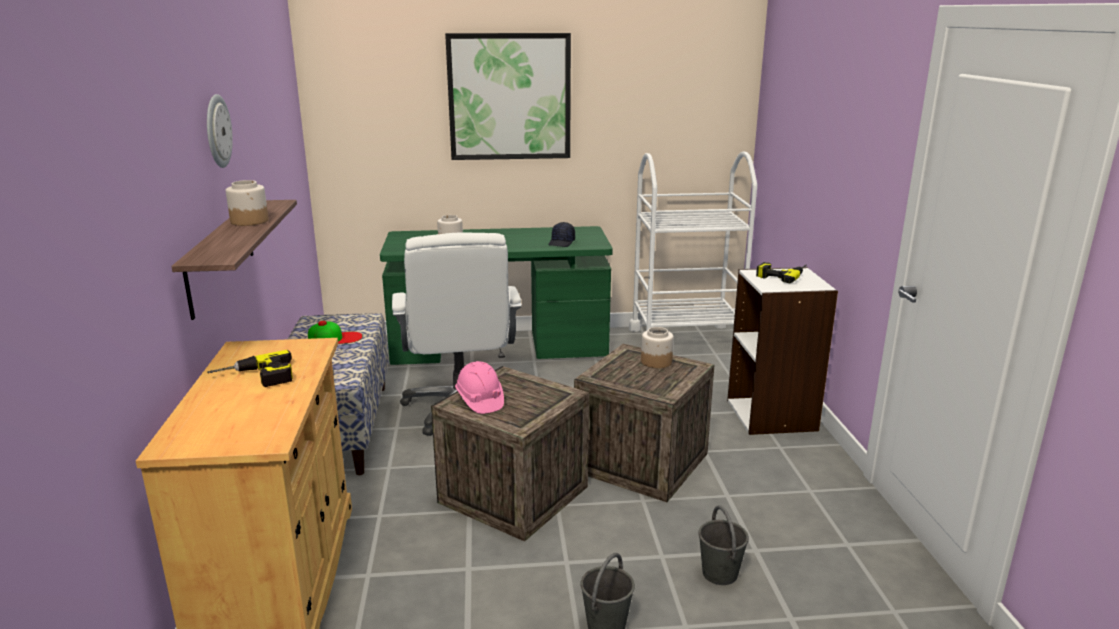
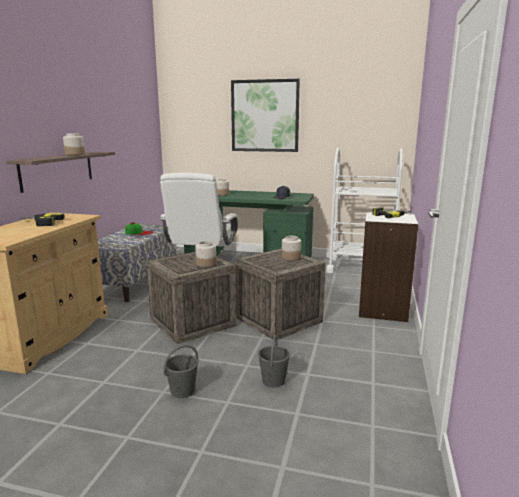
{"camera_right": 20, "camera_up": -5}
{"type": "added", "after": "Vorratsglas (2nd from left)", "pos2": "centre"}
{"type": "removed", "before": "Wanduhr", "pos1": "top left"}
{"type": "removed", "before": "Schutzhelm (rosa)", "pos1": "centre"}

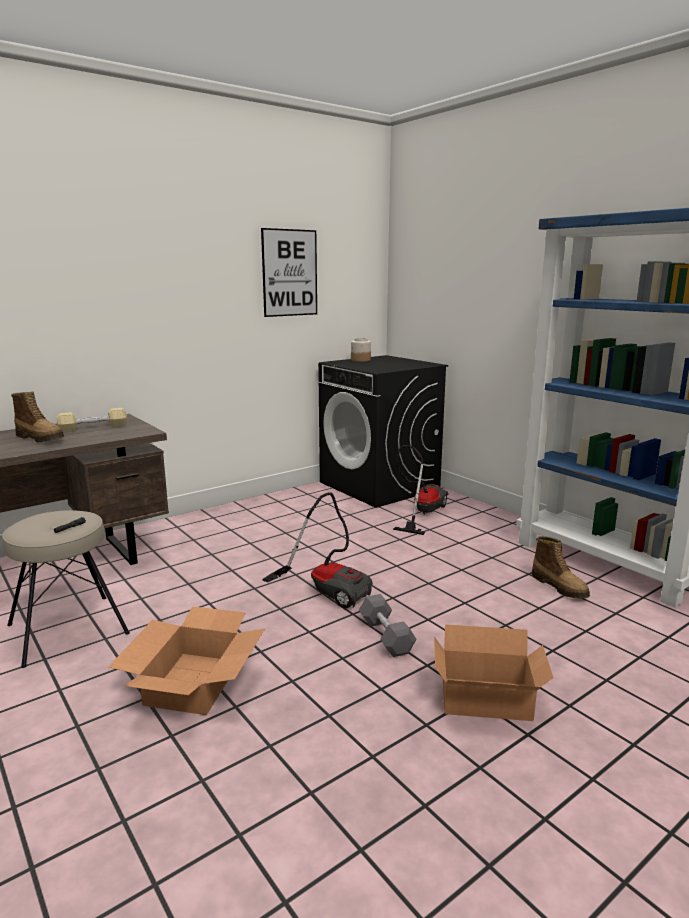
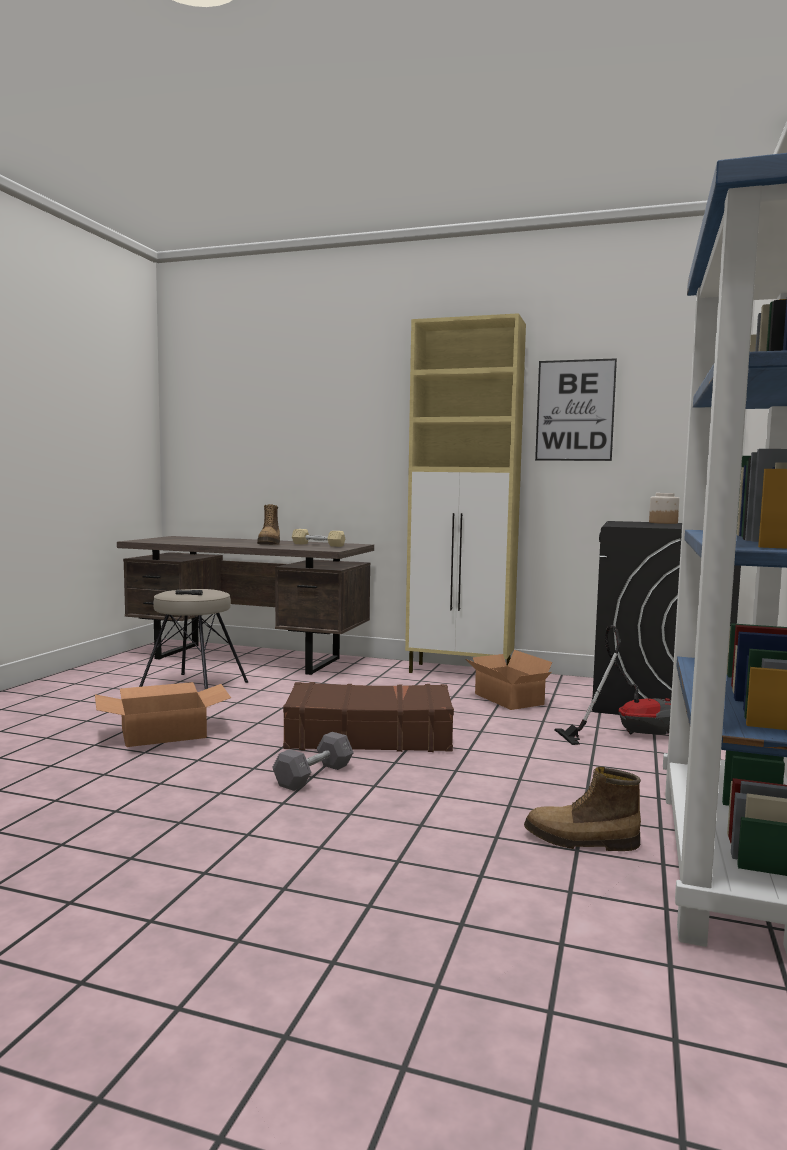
{"camera_right": 55, "camera_up": -10}
{"type": "replaced", "before": "Staubsauger (1st from left)", "after": "Koffer (braun)", "pos1": "centre", "pos2": "centre"}
{"type": "added", "after": "Schrank (beige)", "pos2": "centre"}
{"type": "moved", "before": "Karton (2nd from left)", "pos1": "bottom right", "pos2": "centre"}
{"type": "turned", "before": "Stiefel (2nd from left)", "pos1": "middle right", "pos2": "bottom right", "turn": 75}

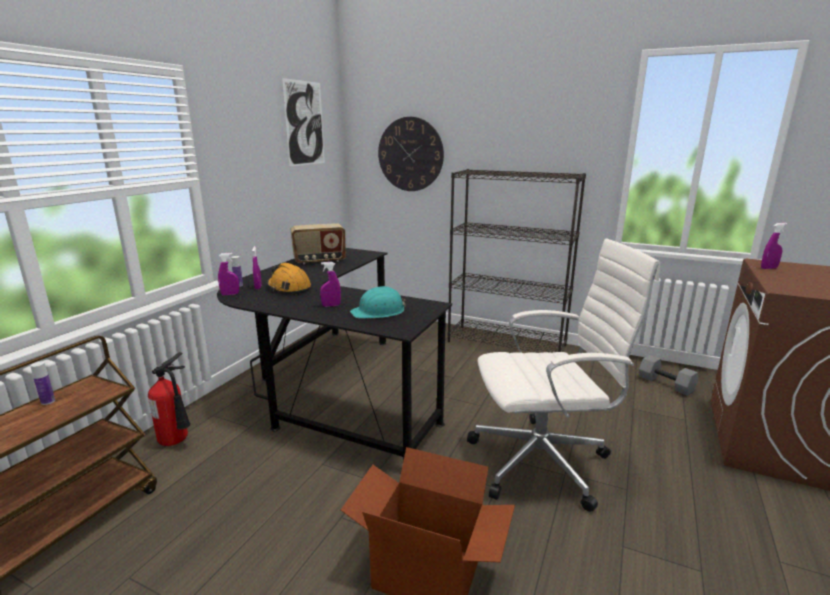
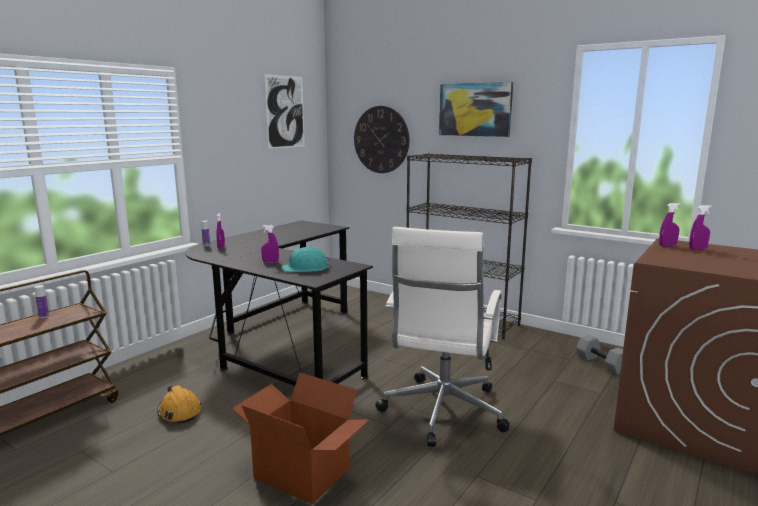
{"camera_right": 10, "camera_up": -5}
{"type": "moved", "before": "Schutzhelm (orange)", "pos1": "centre", "pos2": "bottom left"}
{"type": "turned", "before": "Bürostuhl (weiß)", "pos1": "middle right", "pos2": "centre", "turn": 105}
{"type": "added", "after": "Bild (2nd from left)", "pos2": "top centre"}
{"type": "moved", "before": "Sprühflasche (lila) (1st from left in the first image)", "after": "Sprühflasche (lila) (4th from left)", "pos1": "middle left", "pos2": "middle right"}
{"type": "removed", "before": "Feuerlöscher", "pos1": "bottom left"}
{"type": "removed", "before": "Radio", "pos1": "centre"}

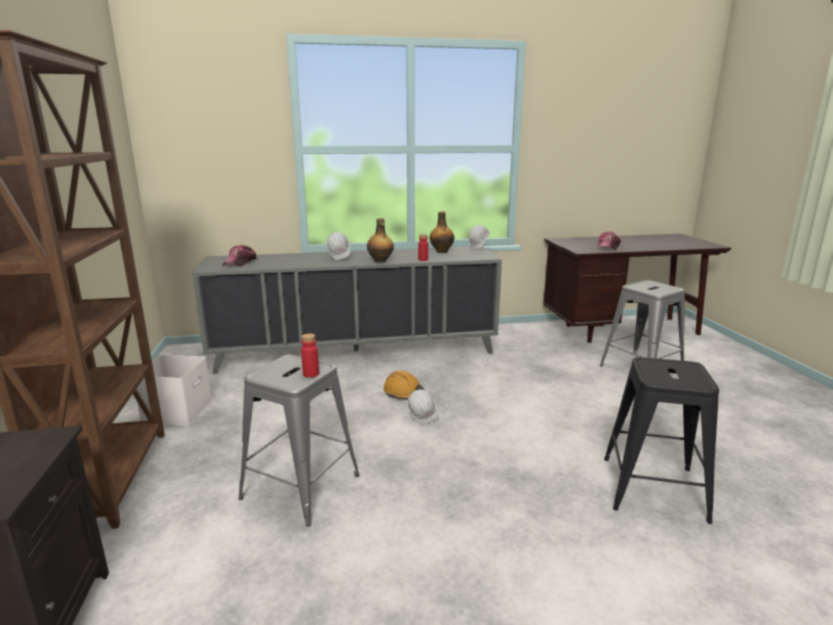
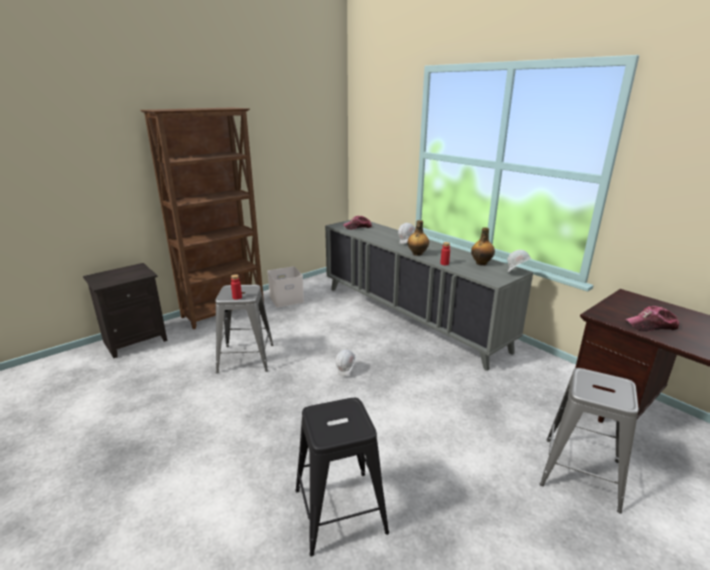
{"camera_right": 60, "camera_up": 5}
{"type": "removed", "before": "Schutzhelm (orange)", "pos1": "centre"}

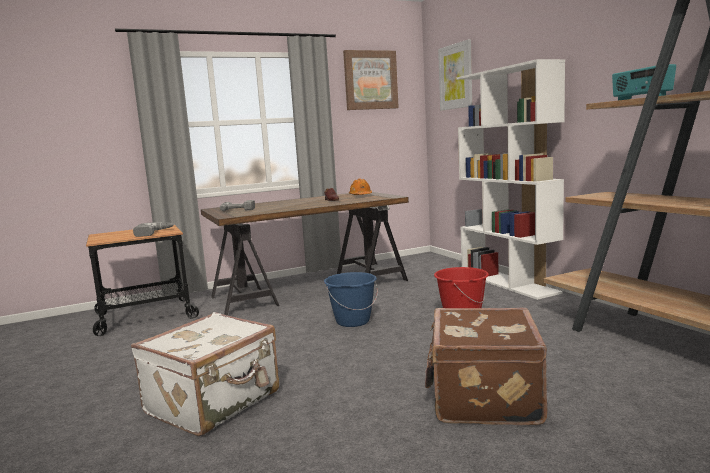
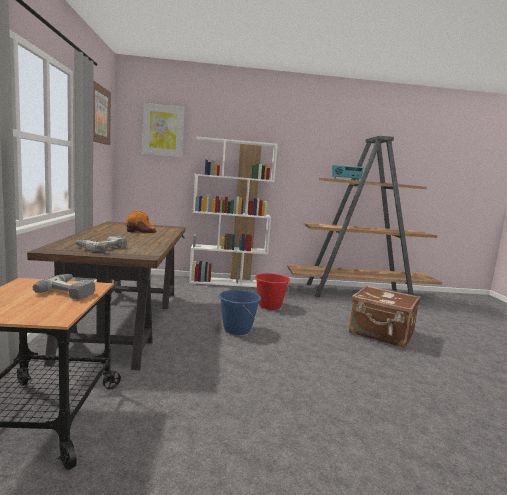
{"camera_right": -70, "camera_up": 0}
{"type": "removed", "before": "Koffer (weiß)", "pos1": "bottom left"}

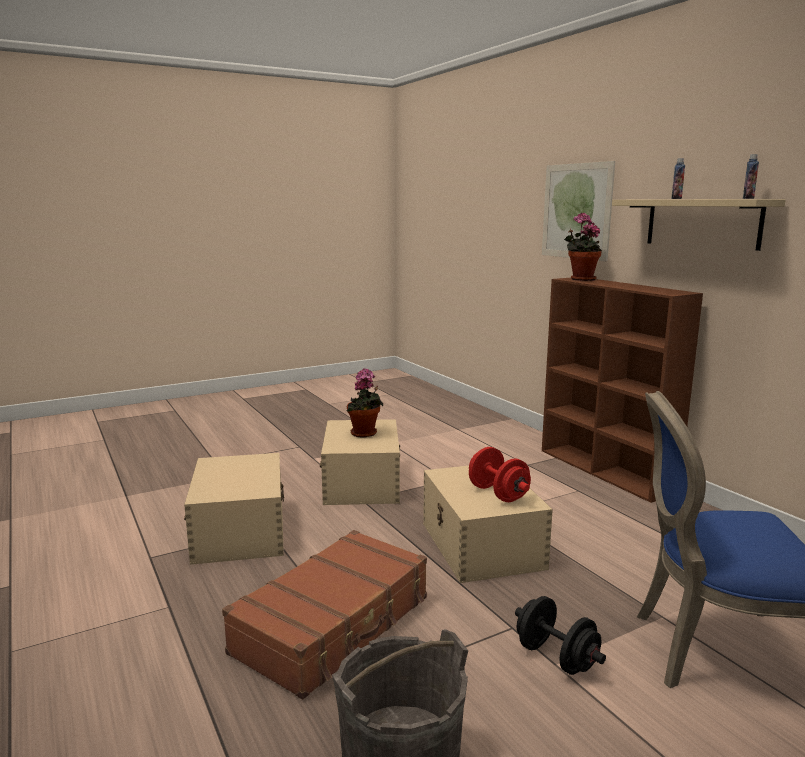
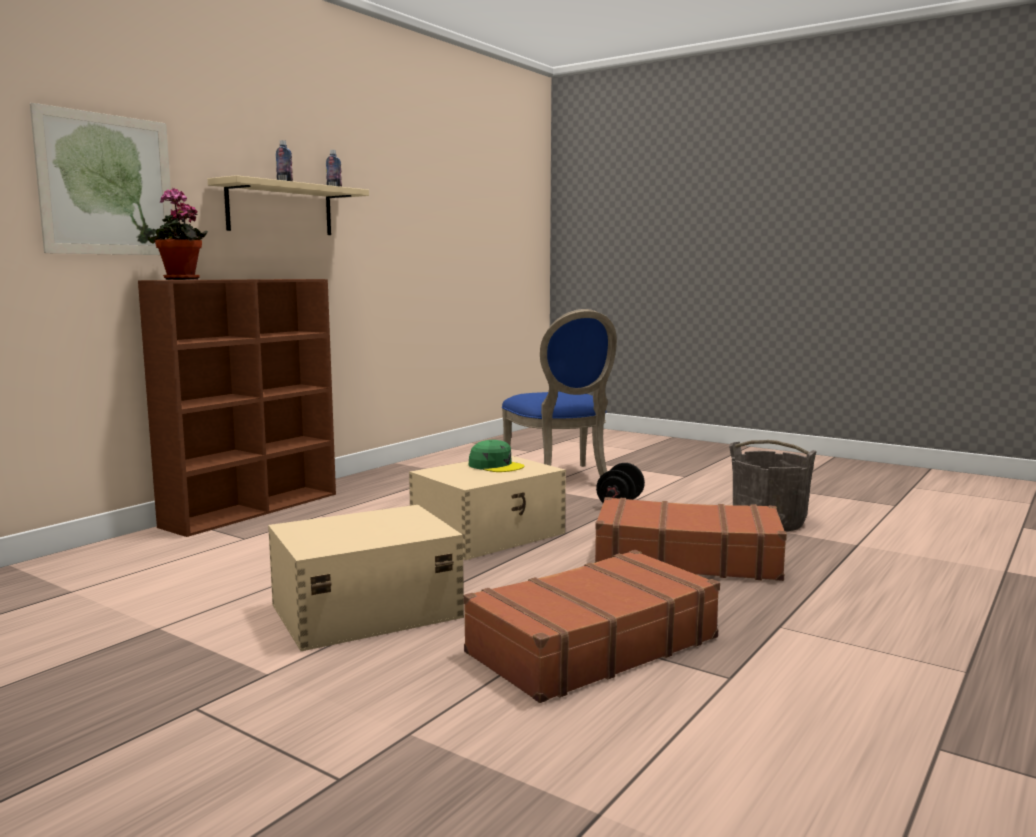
{"camera_right": -115, "camera_up": -5}
{"type": "replaced", "before": "Aufbewahrungsbox (beige) (1st from left)", "after": "Koffer (braun) (1st from left)", "pos1": "bottom left", "pos2": "bottom centre"}
{"type": "replaced", "before": "Hantel (rot)", "after": "Kappe (grün)", "pos1": "centre", "pos2": "centre"}
{"type": "removed", "before": "Topfpflanze (1st from left)", "pos1": "centre"}

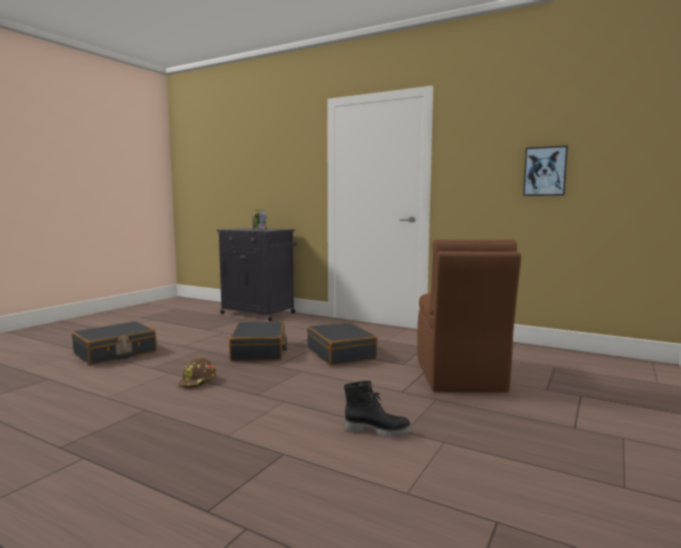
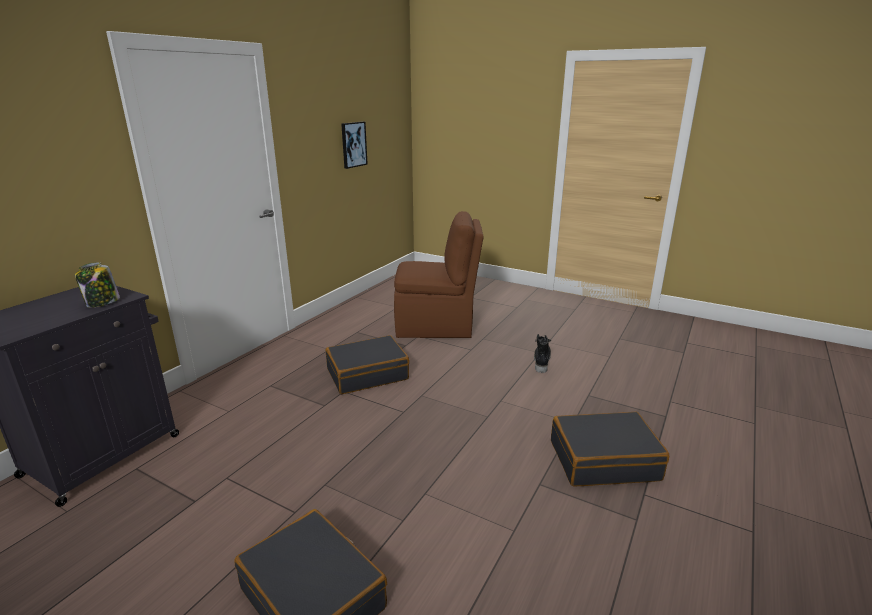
{"camera_right": -90, "camera_up": 15}
{"type": "moved", "before": "Koffer (schwarz) (2nd from left in the first image)", "after": "Koffer (schwarz) (3rd from left)", "pos1": "centre", "pos2": "bottom right"}
{"type": "removed", "before": "Schutzhelm (braun)", "pos1": "bottom left"}

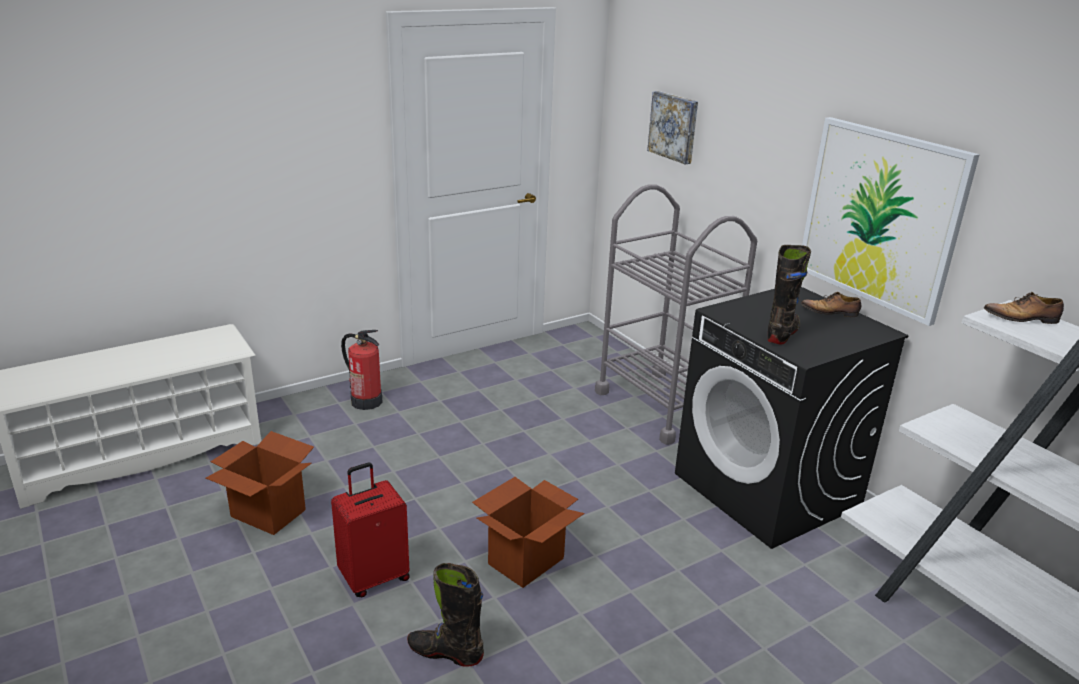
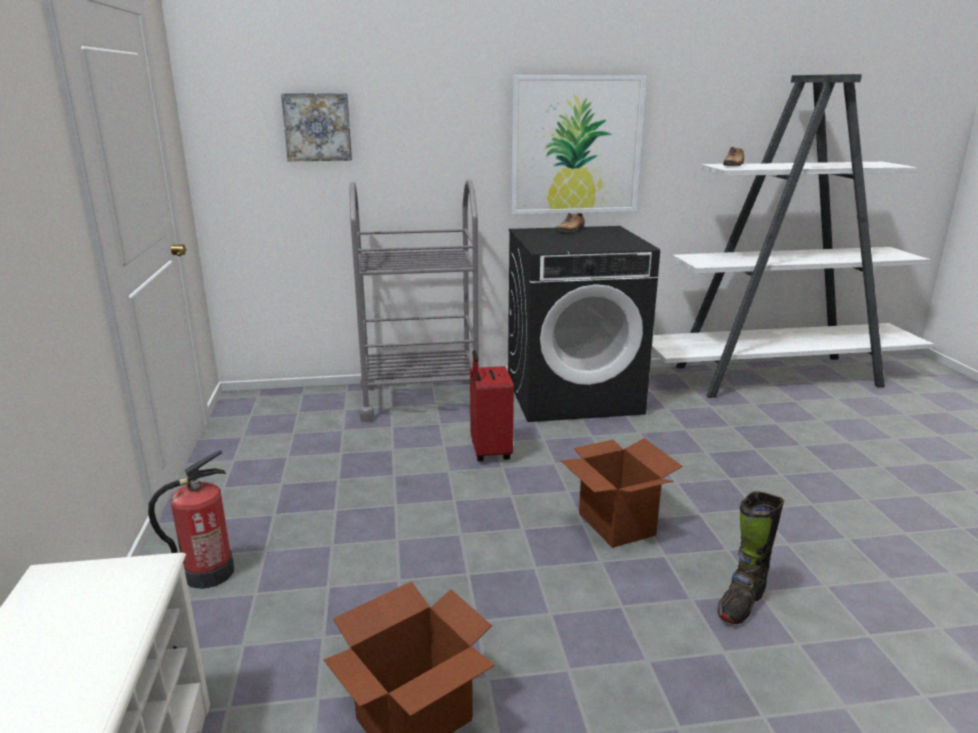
{"camera_right": -65, "camera_up": -5}
{"type": "moved", "before": "Koffer (rot)", "pos1": "bottom centre", "pos2": "centre"}
{"type": "removed", "before": "Stiefel (schwarz) (2nd from left)", "pos1": "middle right"}

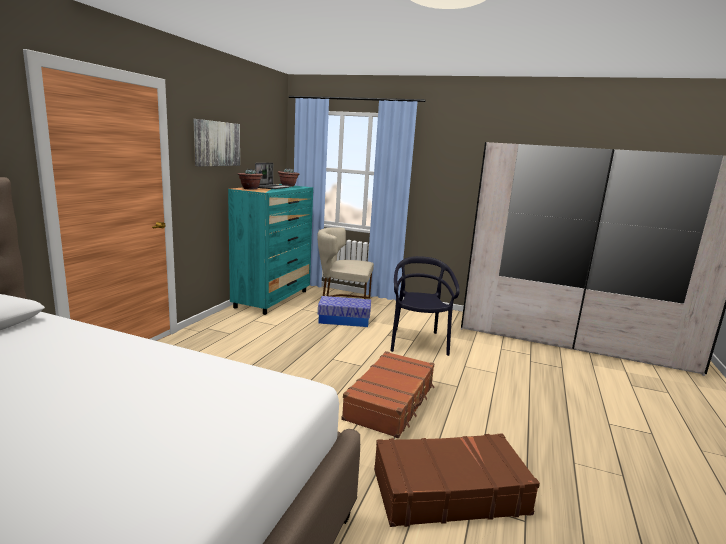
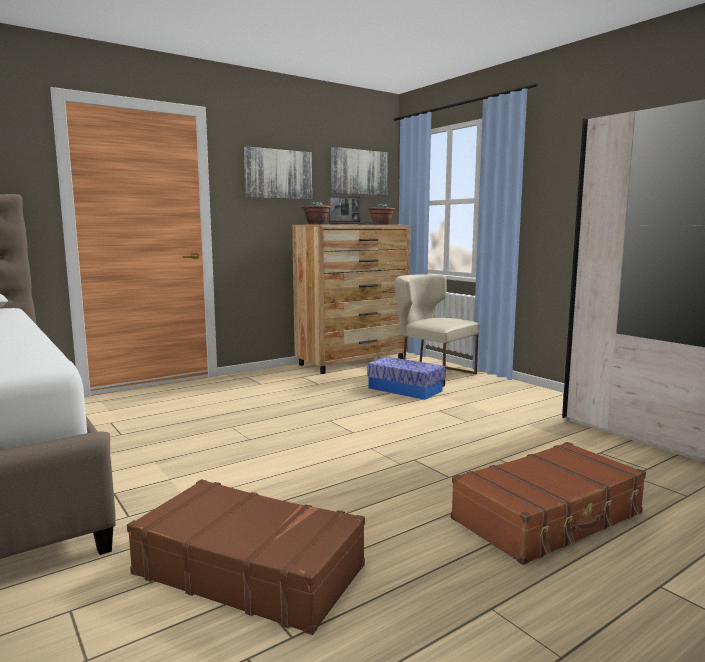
{"camera_right": 35, "camera_up": -5}
{"type": "recoloured", "before": "Kommode (türkis)", "after": "Kommode (braun)", "pos1": "centre", "pos2": "centre"}
{"type": "added", "after": "Bild (2nd from left)", "pos2": "top centre"}
{"type": "moved", "before": "Koffer (braun) (1st from left in the first image)", "after": "Koffer (braun) (2nd from left)", "pos1": "bottom centre", "pos2": "bottom right"}
{"type": "removed", "before": "Stuhl (schwarz)", "pos1": "centre"}

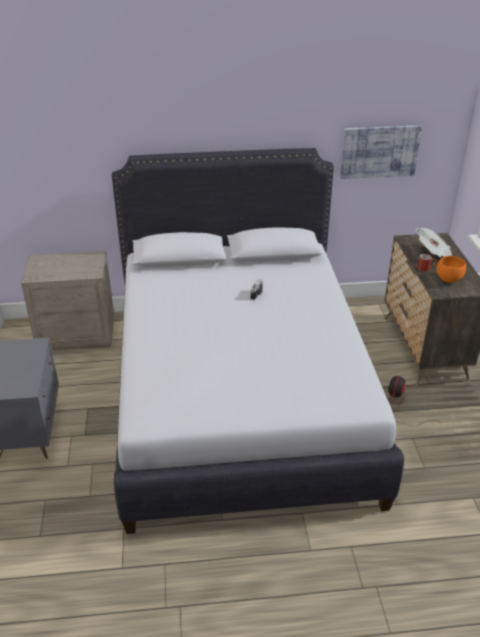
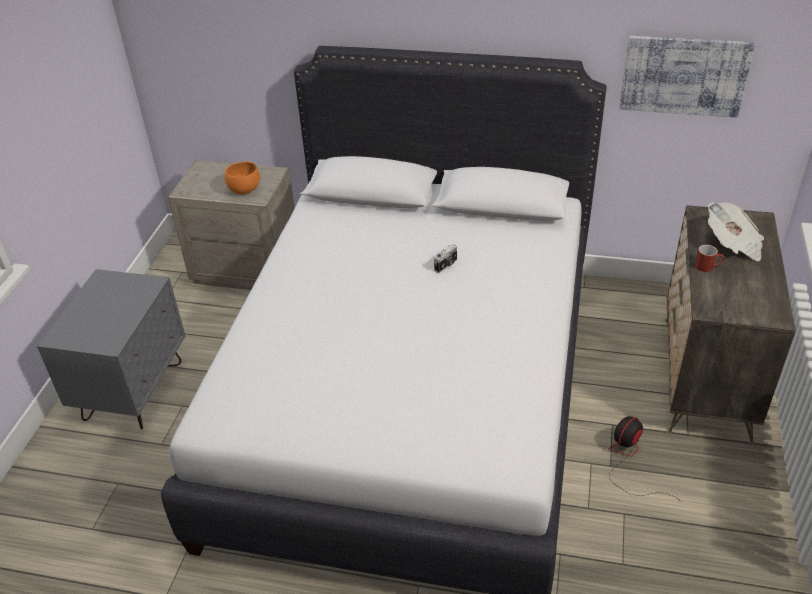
{"camera_right": 20, "camera_up": 5}
{"type": "moved", "before": "Schüssel (orange)", "pos1": "middle right", "pos2": "top left"}

